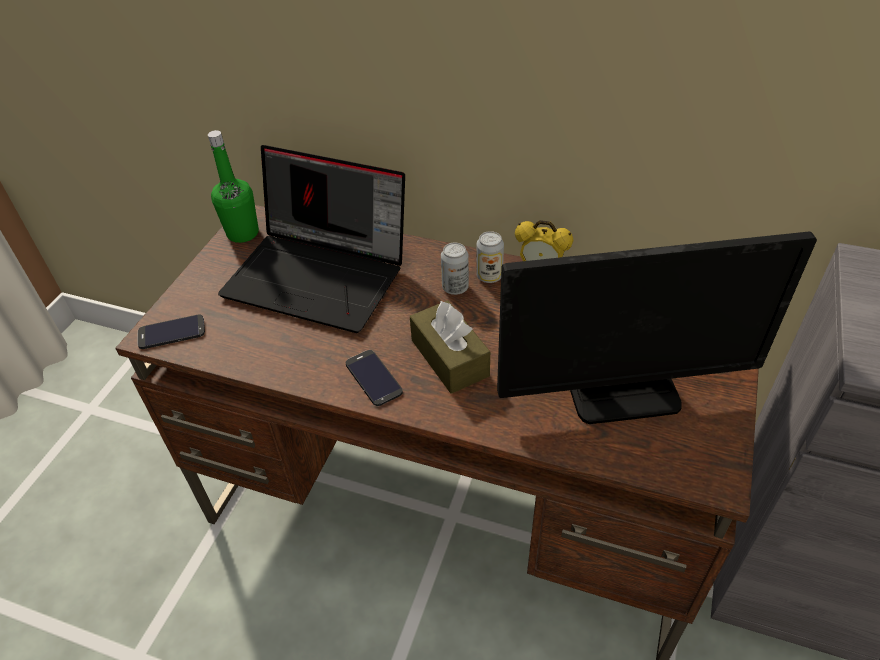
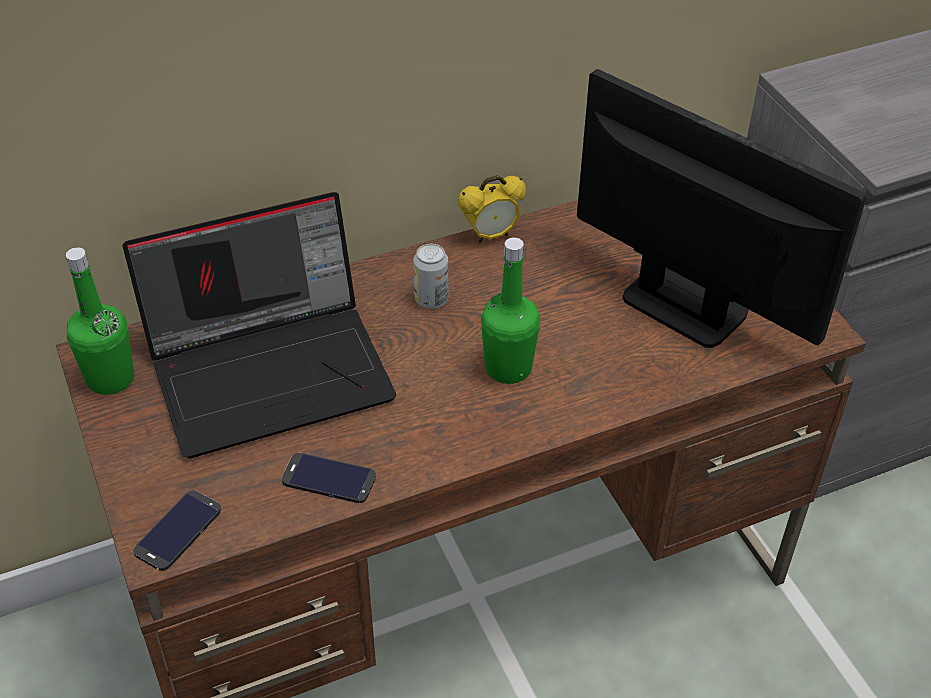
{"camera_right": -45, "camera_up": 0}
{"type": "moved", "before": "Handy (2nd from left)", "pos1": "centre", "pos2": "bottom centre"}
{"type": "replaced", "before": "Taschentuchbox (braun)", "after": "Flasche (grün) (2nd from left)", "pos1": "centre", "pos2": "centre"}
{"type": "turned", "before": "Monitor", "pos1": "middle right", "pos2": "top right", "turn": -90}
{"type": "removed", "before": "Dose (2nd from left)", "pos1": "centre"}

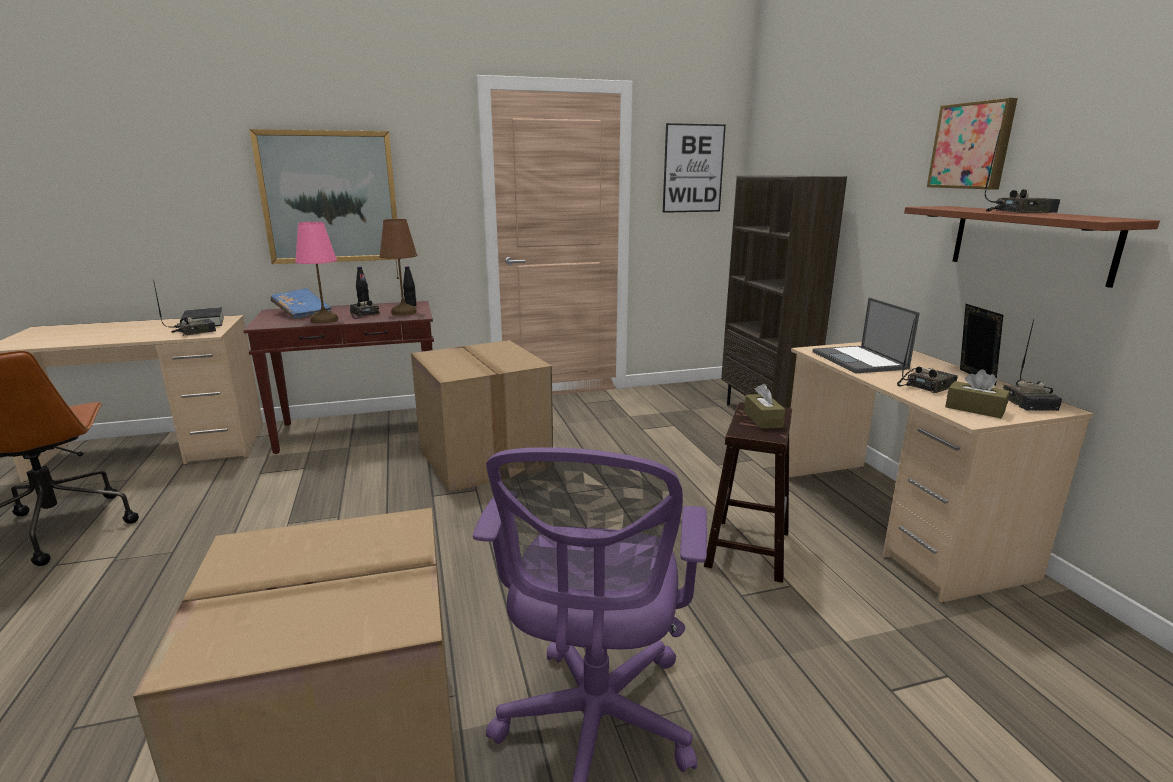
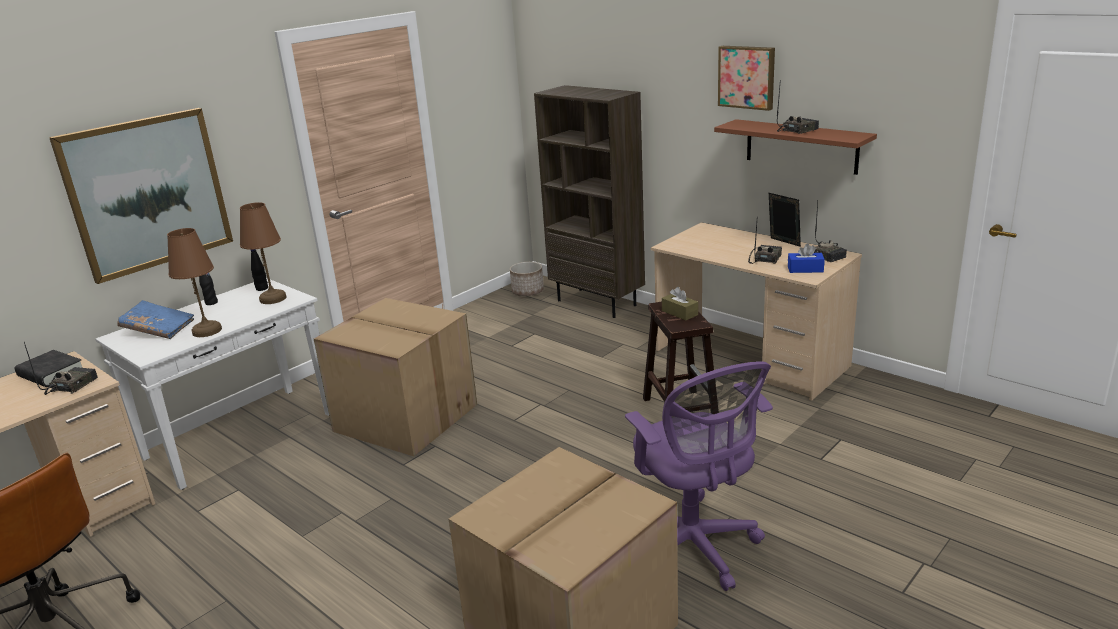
{"camera_right": -30, "camera_up": 5}
{"type": "recoloured", "before": "Konsolentisch (braun)", "after": "Konsolentisch (weiß)", "pos1": "middle left", "pos2": "middle left"}
{"type": "recoloured", "before": "Tischlampe (rosa)", "after": "Tischlampe (braun) (1st from left)", "pos1": "middle left", "pos2": "middle left"}
{"type": "added", "after": "Pflanzkübel", "pos2": "centre"}
{"type": "recoloured", "before": "Taschentuchbox (braun) (2nd from left)", "after": "Taschentuchbox (blau)", "pos1": "middle right", "pos2": "middle right"}
{"type": "removed", "before": "Radio (2nd from left)", "pos1": "middle left"}
{"type": "removed", "before": "Bild (2nd from left)", "pos1": "top centre"}
{"type": "removed", "before": "Laptop", "pos1": "middle right"}

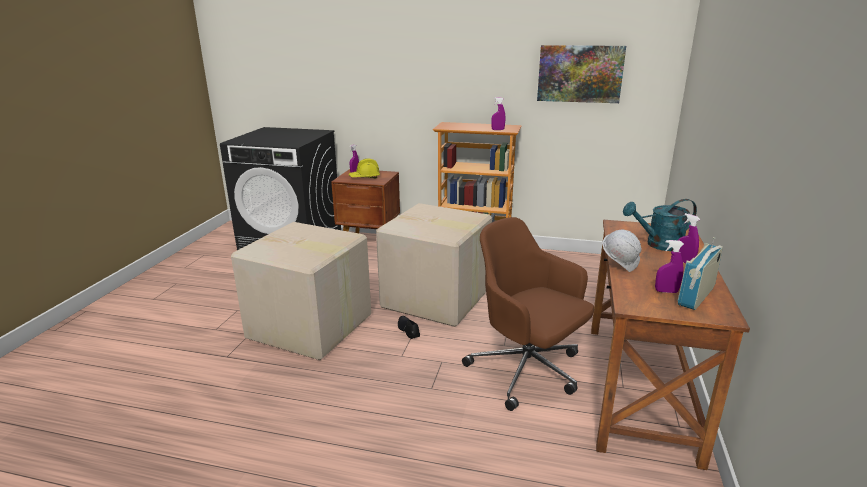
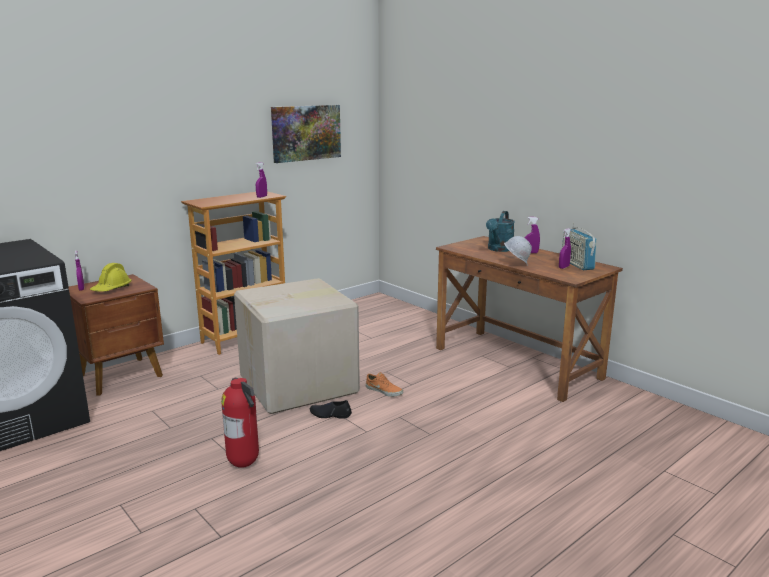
{"camera_right": -55, "camera_up": -5}
{"type": "replaced", "before": "Karton (1st from left)", "after": "Feuerlöscher", "pos1": "centre", "pos2": "bottom left"}
{"type": "added", "after": "Schuh (orange)", "pos2": "centre"}
{"type": "removed", "before": "Bürostuhl (braun)", "pos1": "centre"}

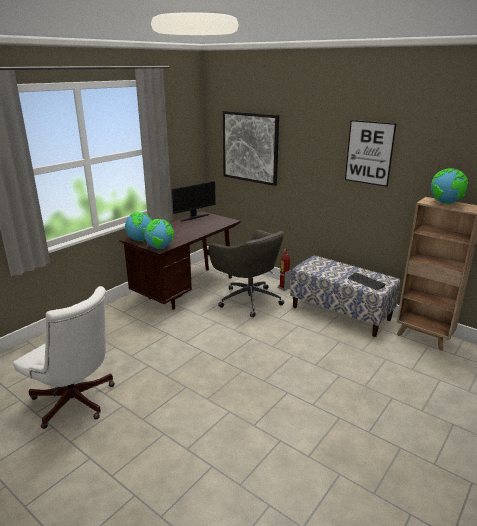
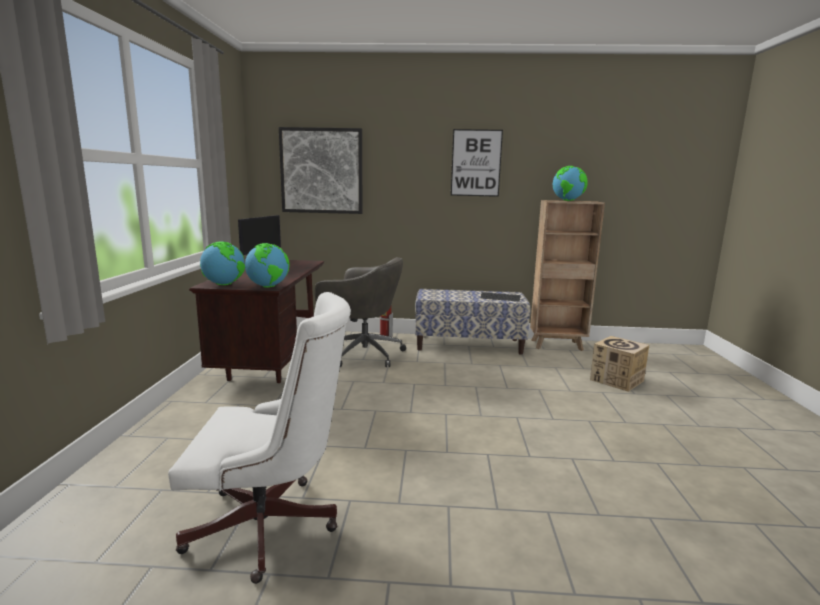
{"camera_right": -35, "camera_up": -10}
{"type": "added", "after": "Karton", "pos2": "middle right"}

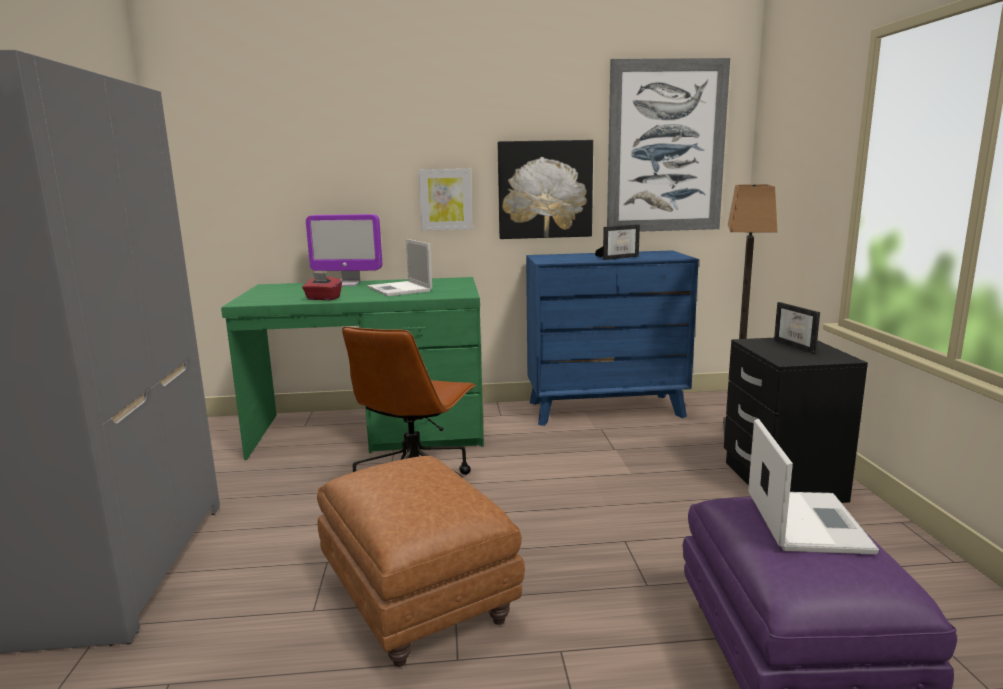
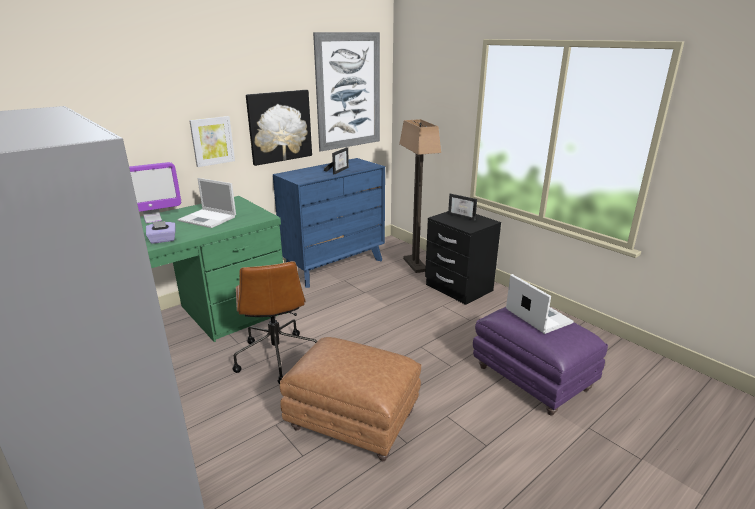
{"camera_right": -35, "camera_up": 10}
{"type": "recoloured", "before": "Taschentuchbox (rot)", "after": "Taschentuchbox (lila)", "pos1": "middle left", "pos2": "middle left"}

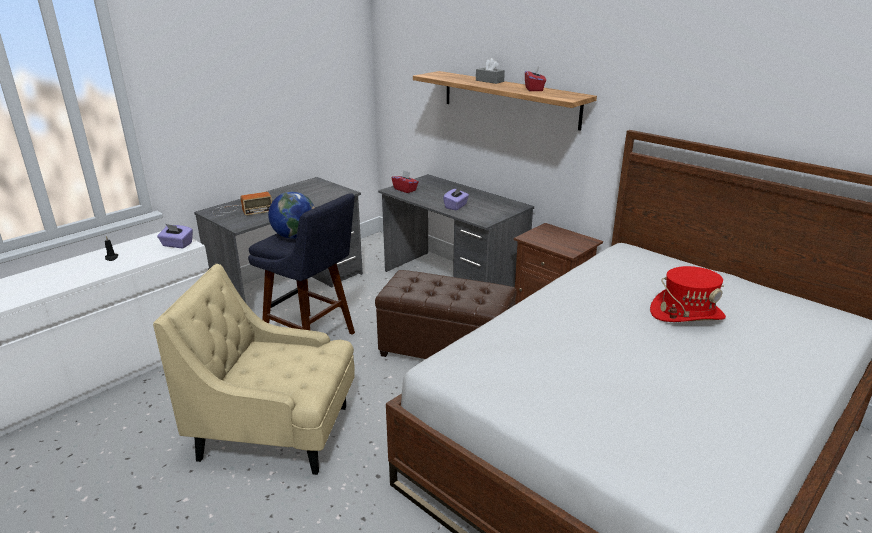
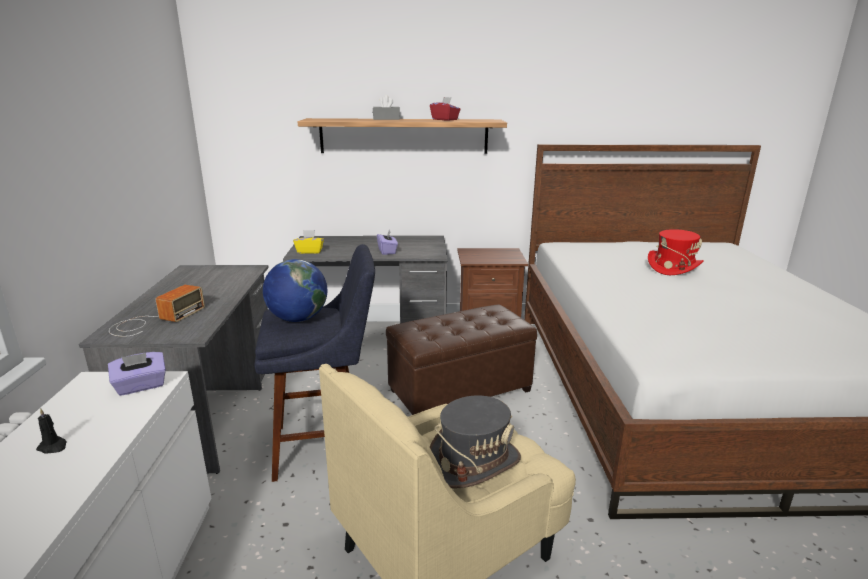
{"camera_right": -45, "camera_up": -5}
{"type": "recoloured", "before": "Taschentuchbox (rot) (1st from left)", "after": "Taschentuchbox (gelb)", "pos1": "centre", "pos2": "centre"}
{"type": "added", "after": "Hut (grau)", "pos2": "bottom centre"}

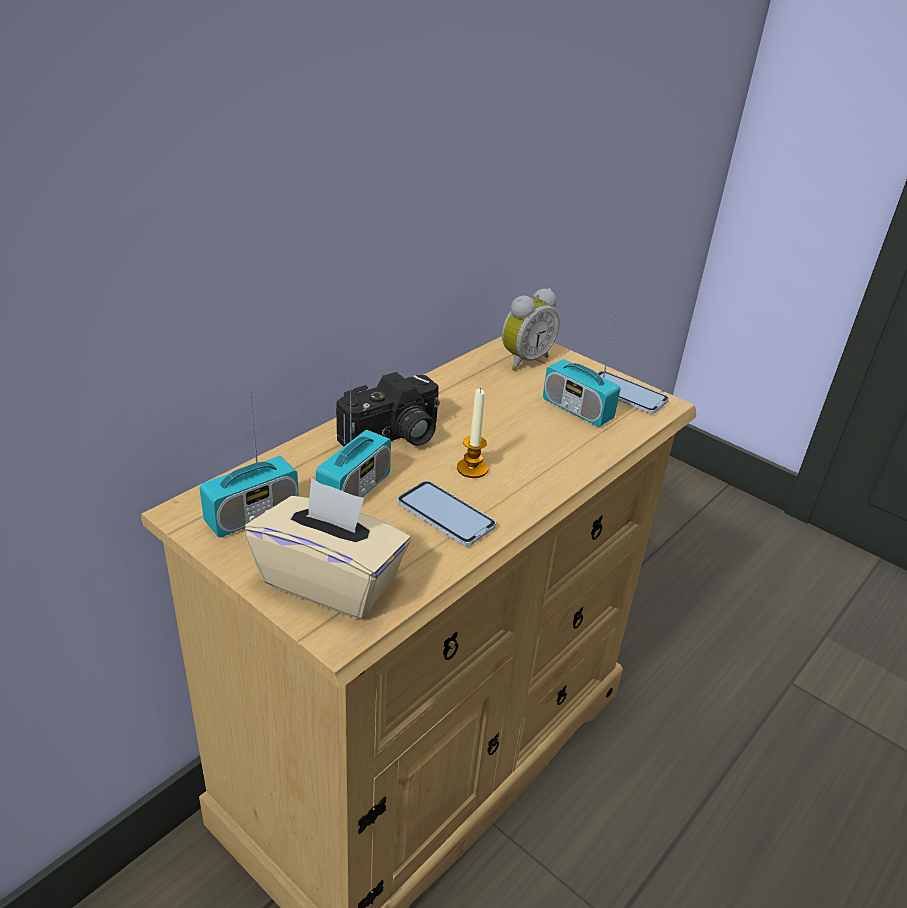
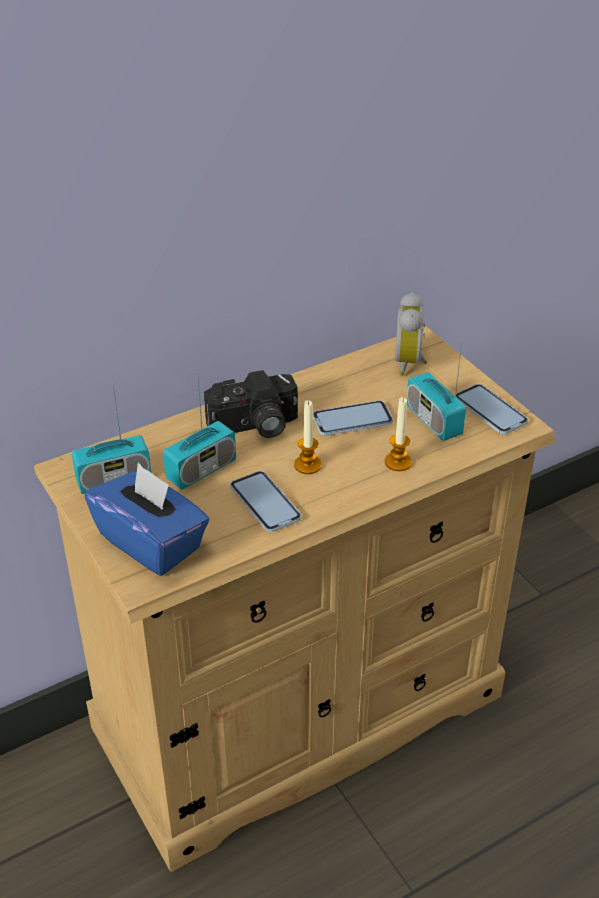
{"camera_right": 20, "camera_up": 5}
{"type": "recoloured", "before": "Taschentuchbox (beige)", "after": "Taschentuchbox (blau)", "pos1": "centre", "pos2": "middle left"}
{"type": "added", "after": "Handy (2nd from left)", "pos2": "centre"}
{"type": "added", "after": "Kerze (2nd from left)", "pos2": "centre"}
{"type": "turned", "before": "Wecker", "pos1": "centre", "pos2": "middle right", "turn": 120}

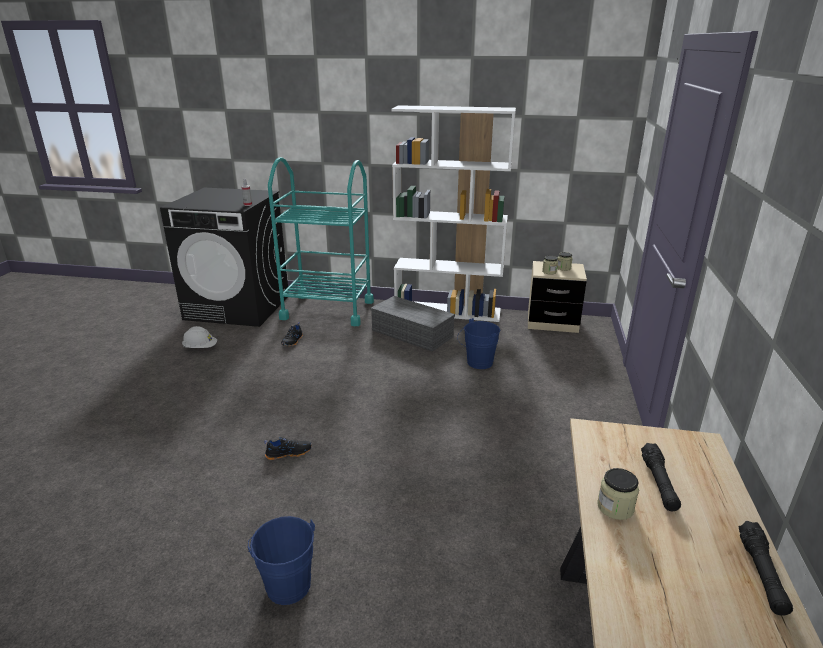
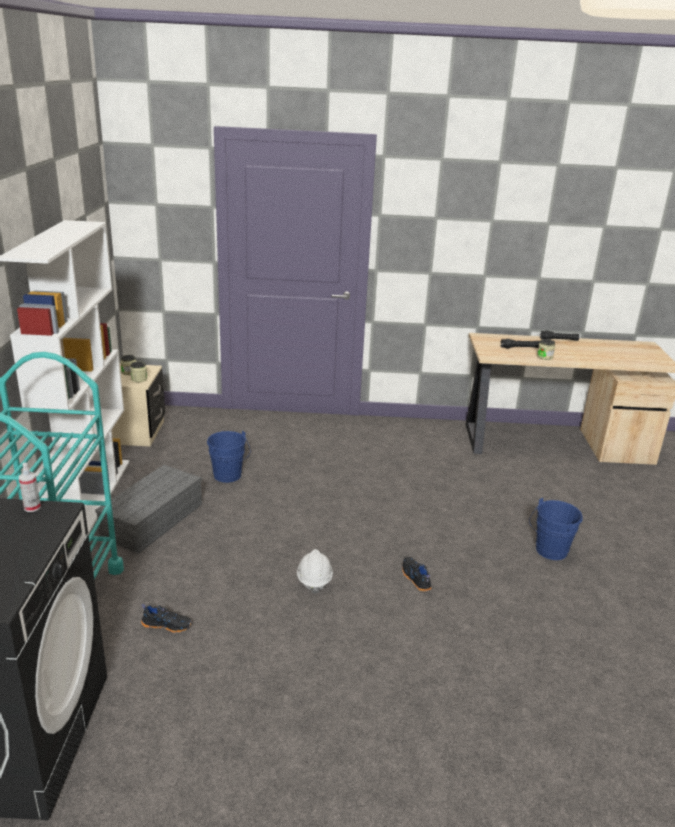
{"camera_right": -100, "camera_up": 0}
{"type": "moved", "before": "Schutzhelm (weiß)", "pos1": "middle left", "pos2": "bottom centre"}

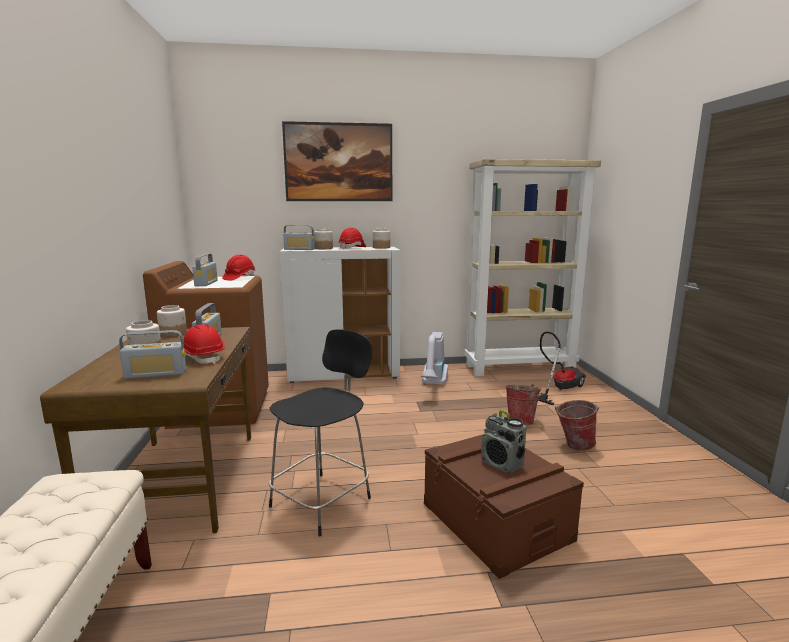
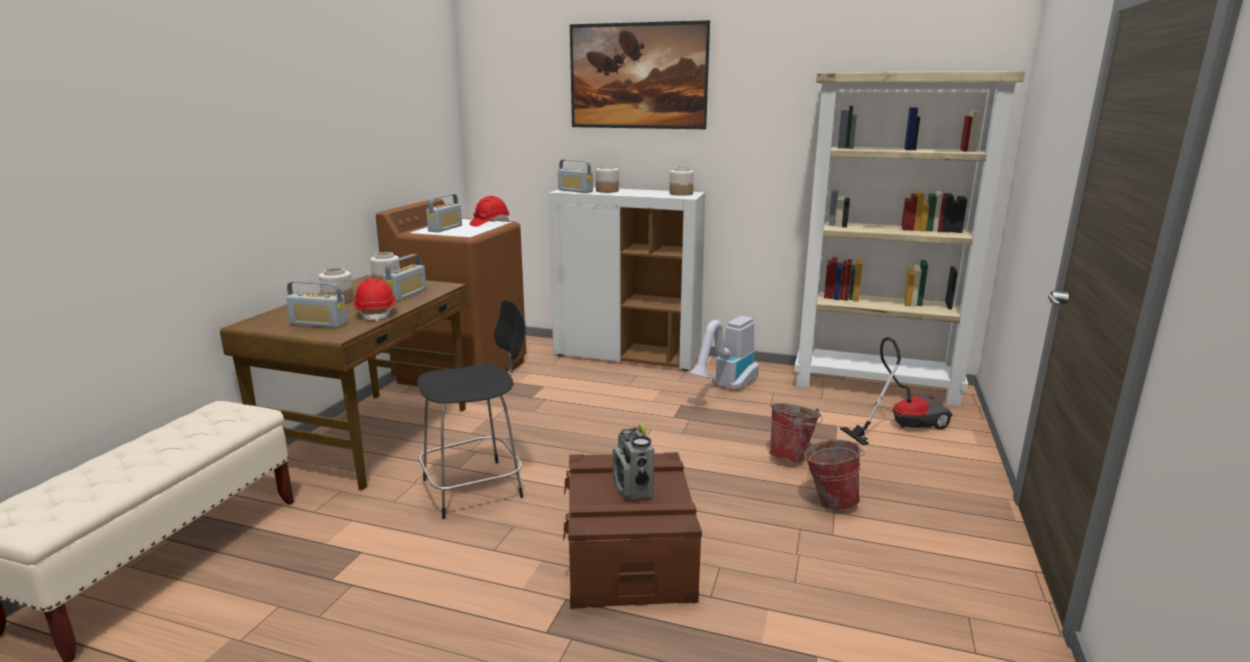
{"camera_right": 25, "camera_up": 5}
{"type": "removed", "before": "Schutzhelm (rot) (3rd from left)", "pos1": "centre"}

